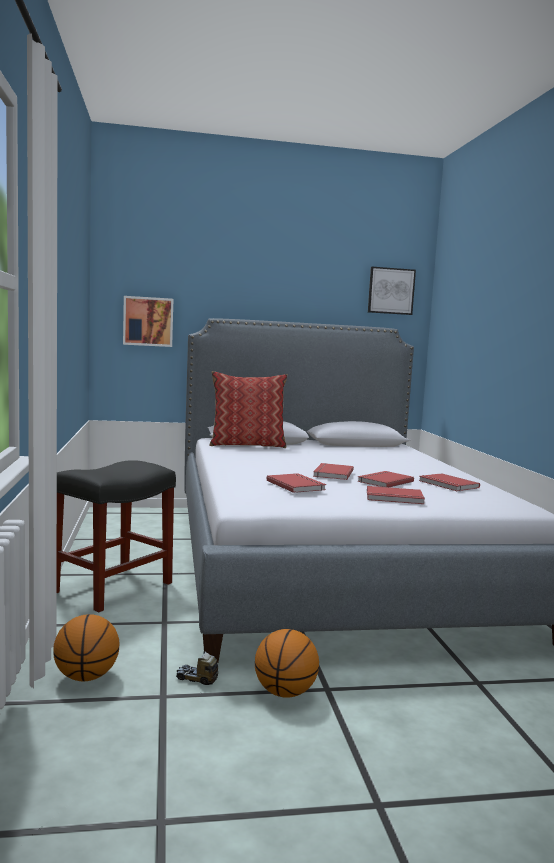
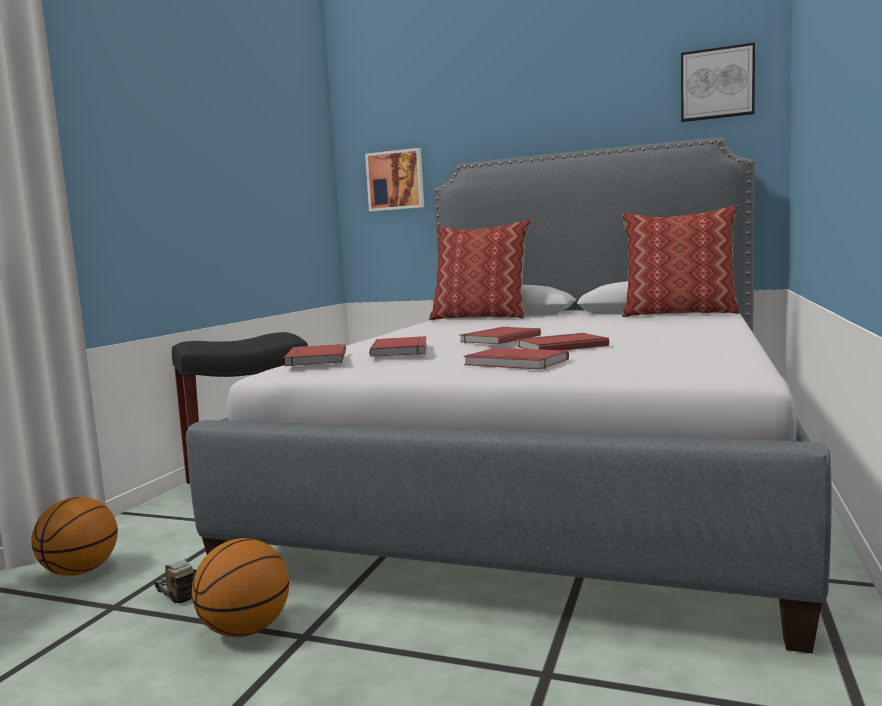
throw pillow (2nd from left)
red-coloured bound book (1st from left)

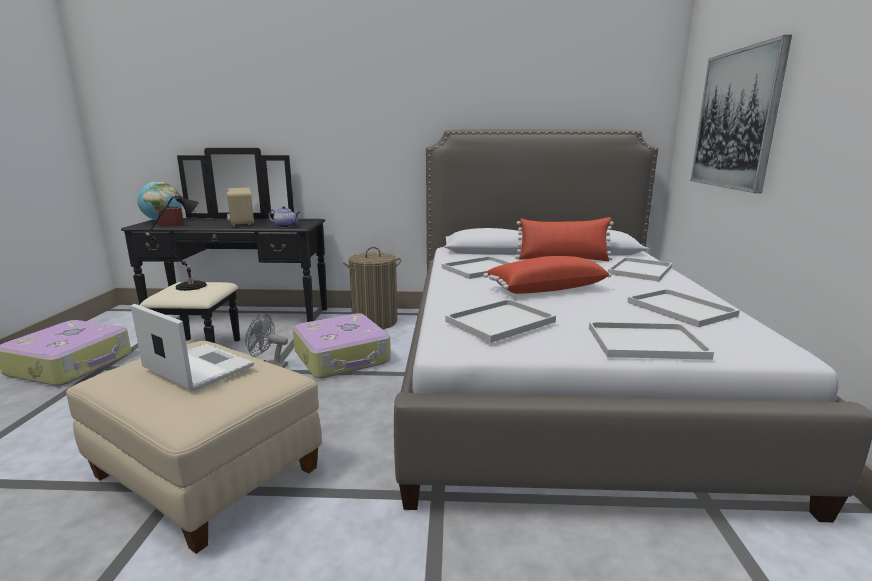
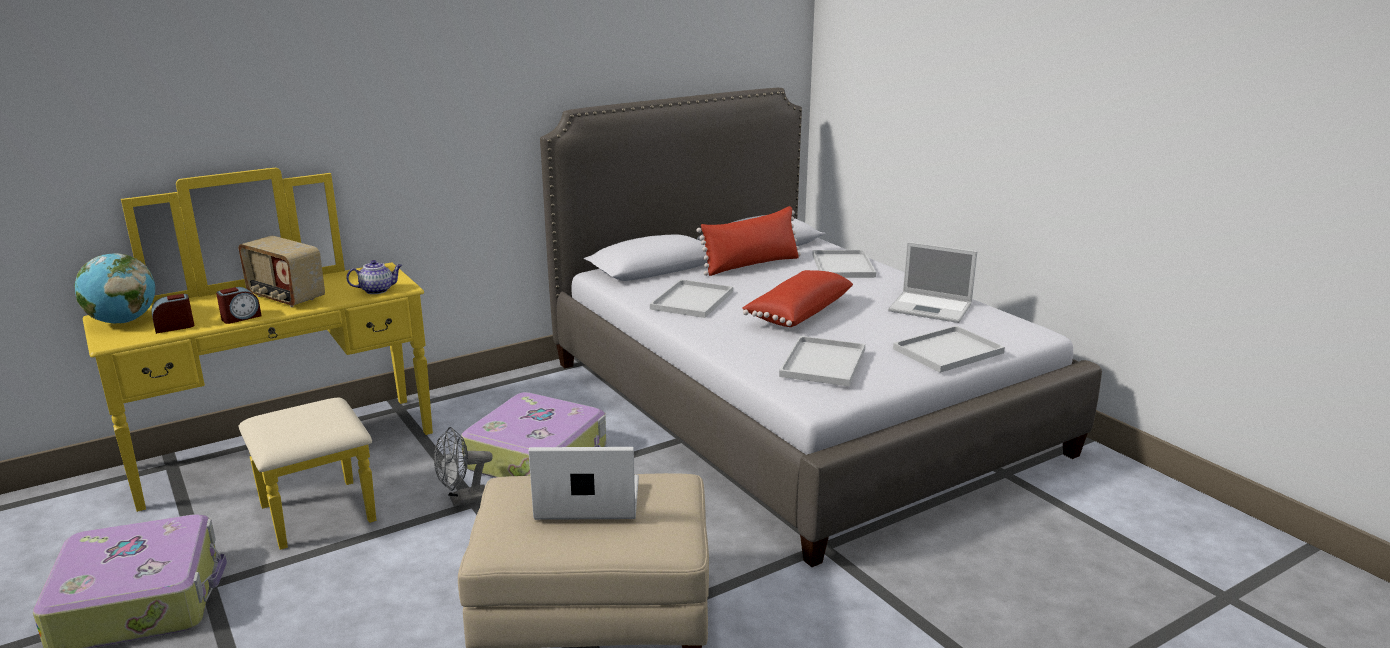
blackish lamp for a table
laundry basket
wall art
table clock (2nd from left)
portable computer (2nd from left)
yellow drawer chest

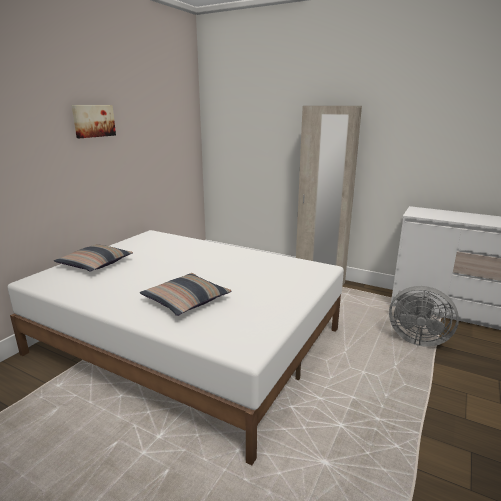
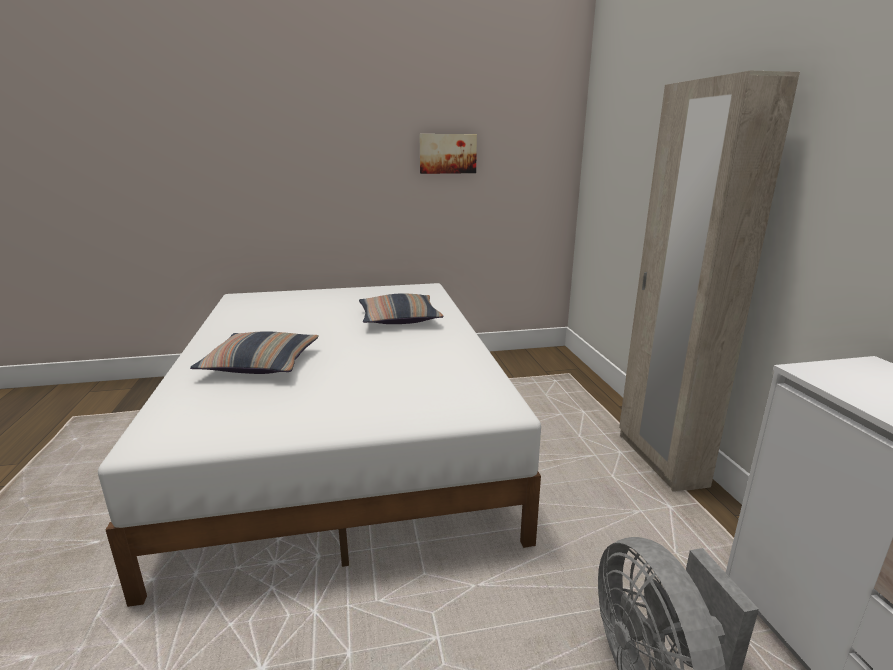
throw pillow (2nd from left)
wall art

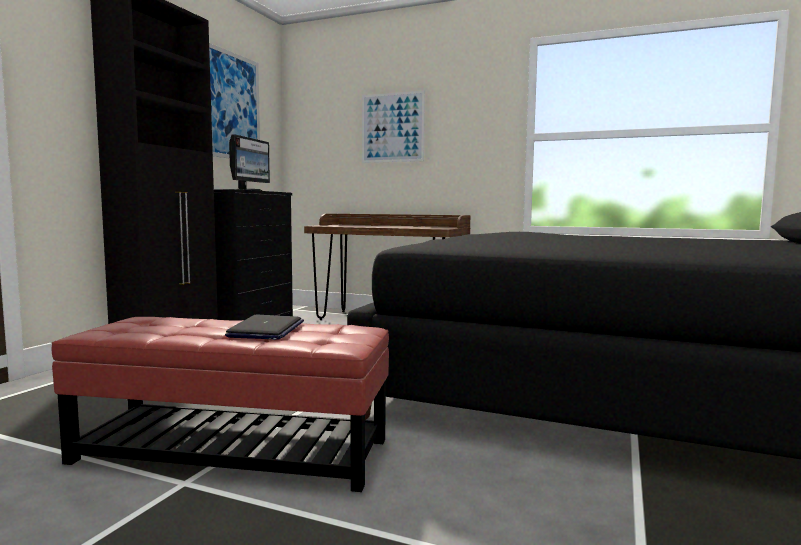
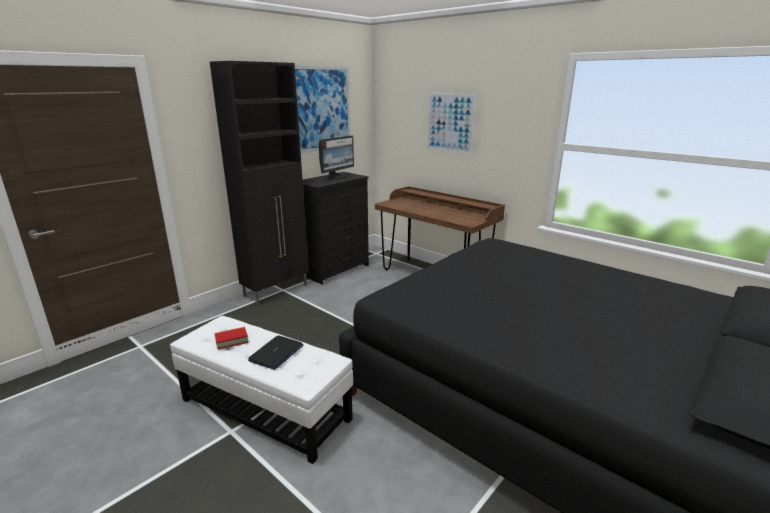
bound book
whitish pouffe

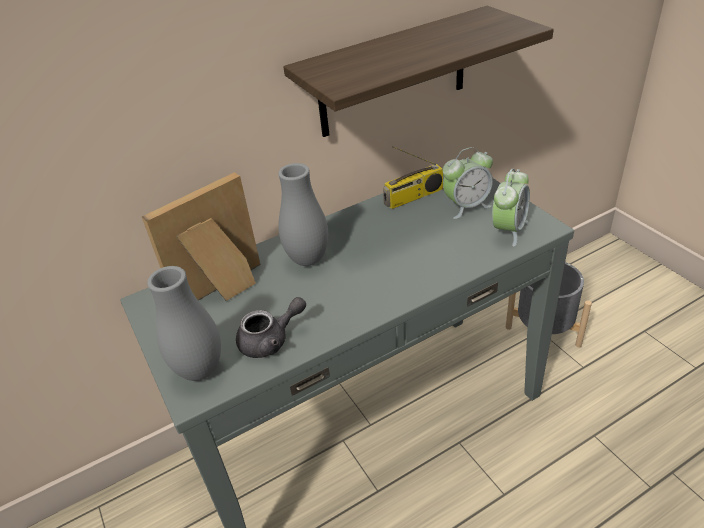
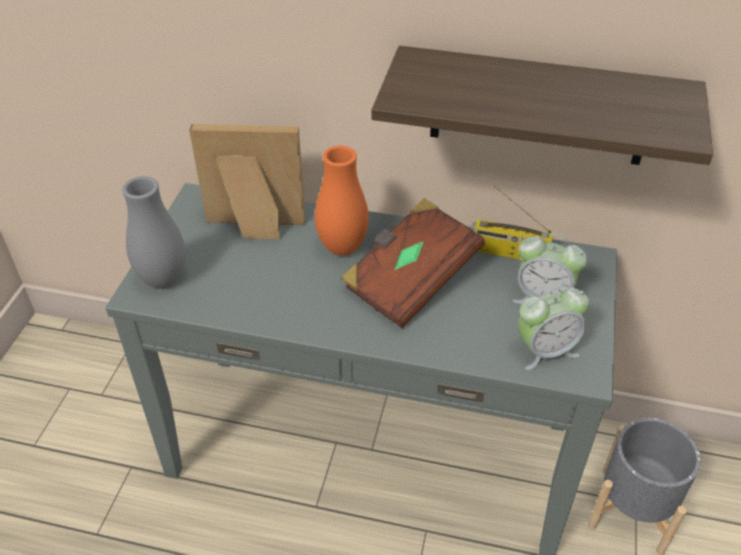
greyish pot for tea
brownish bound book
orange flower vase

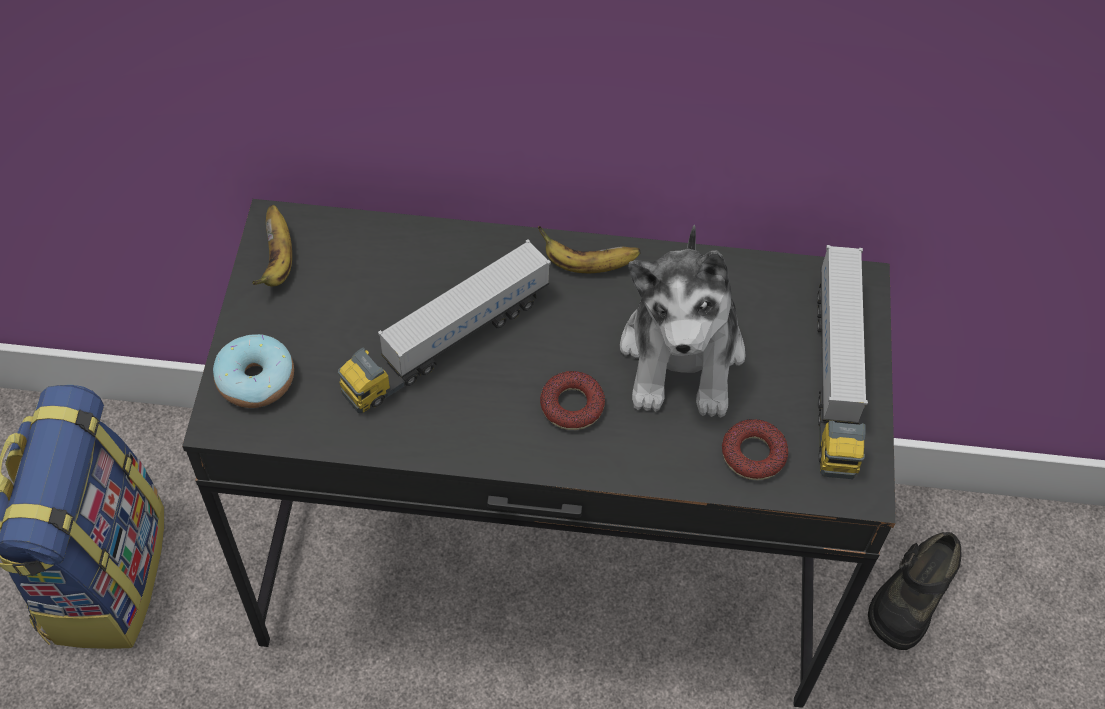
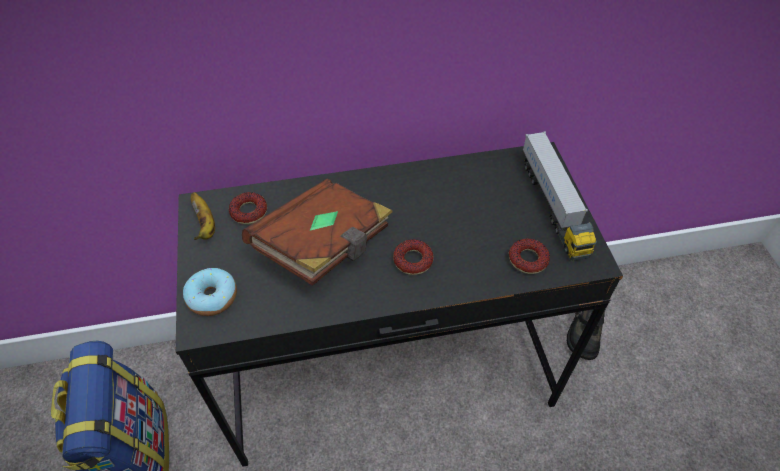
banana (2nd from left in the first image)
soft toy
doughnut (2nd from left)
brownish bound book

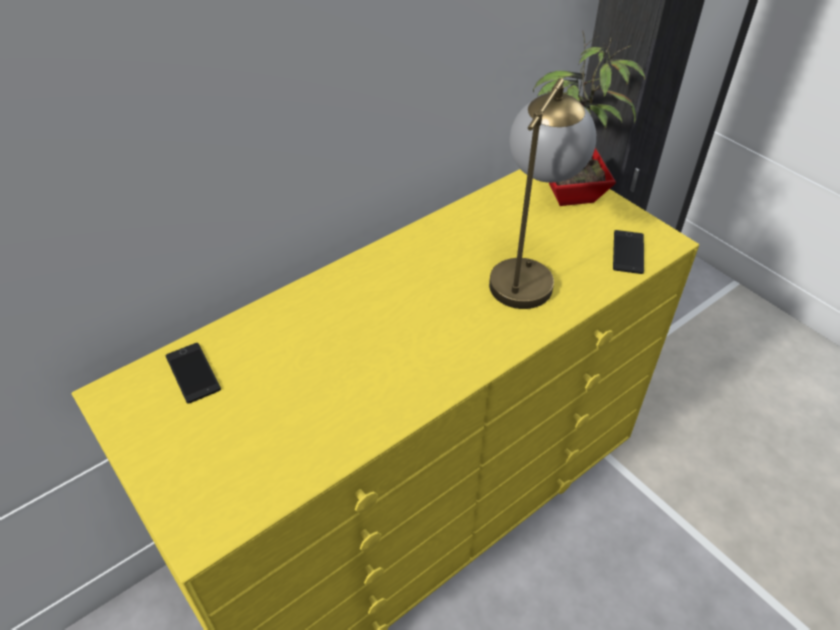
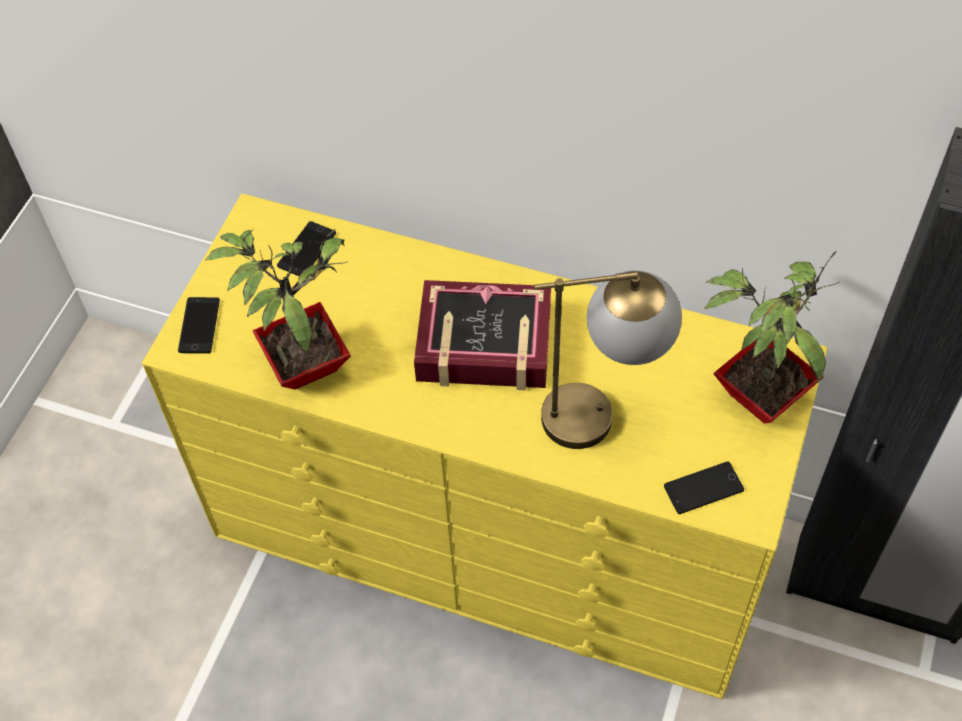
telephone (1st from left)
houseplant (1st from left)
bound book

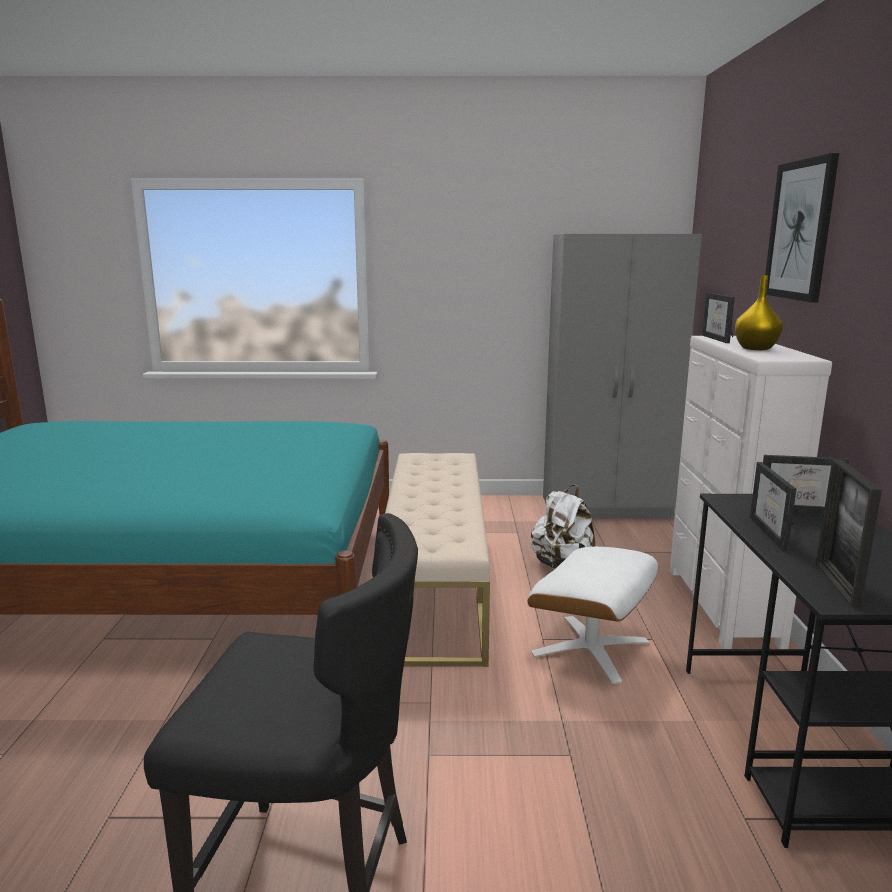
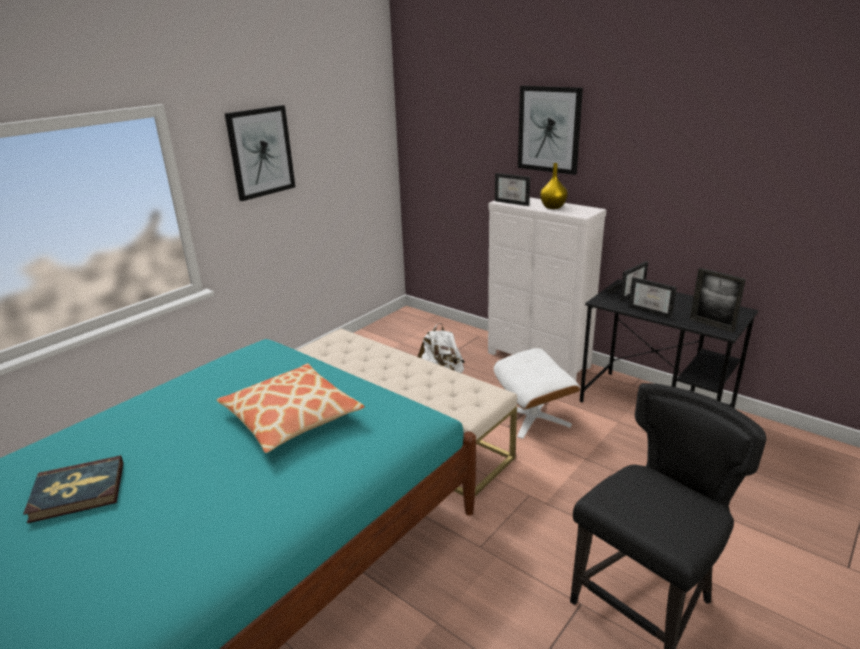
greyish wardrobe
bound book
throw pillow
wall art (1st from left)

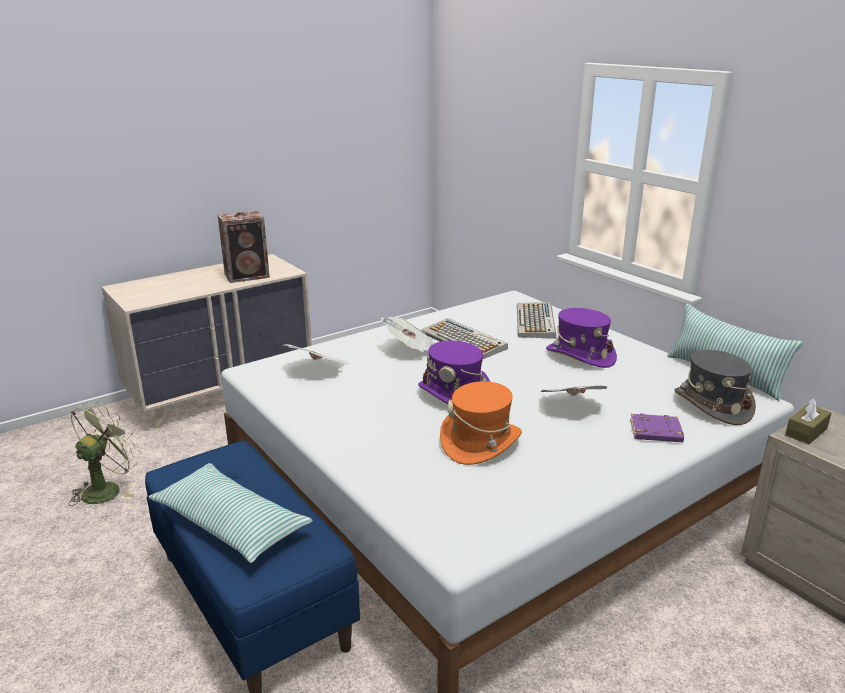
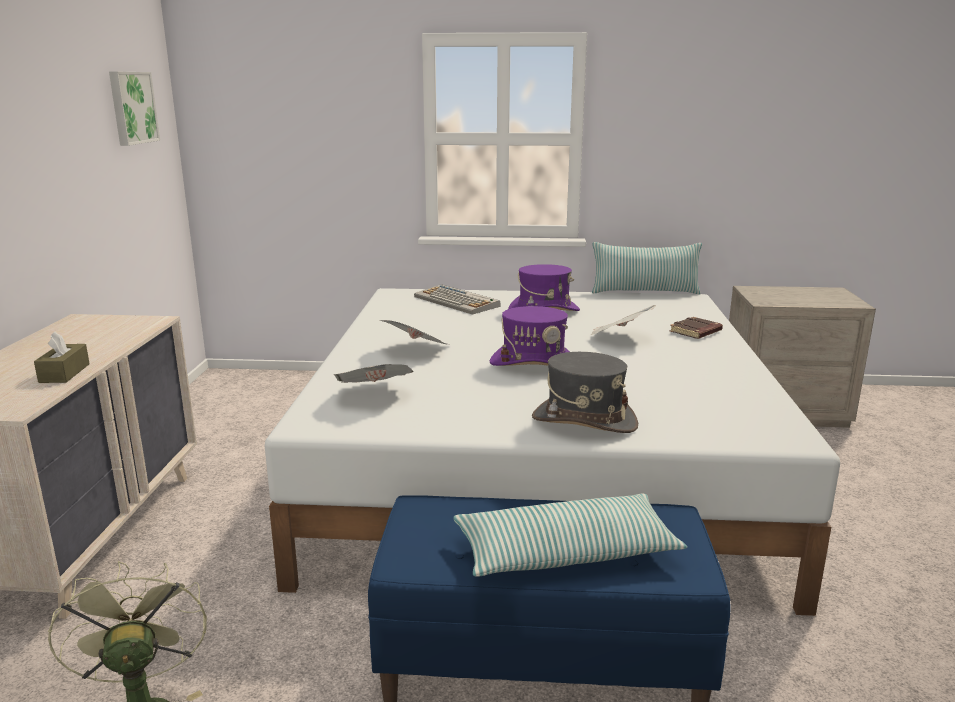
audio speaker
computer keyboard (1st from left in the first image)
orange clothing hat
wall art
greyish clothing hat
brownish box of tissues
brownish bound book

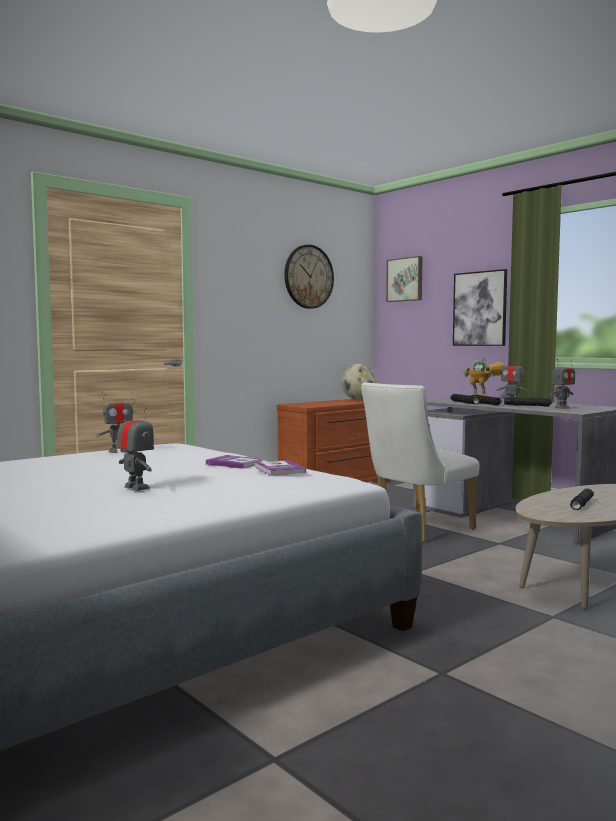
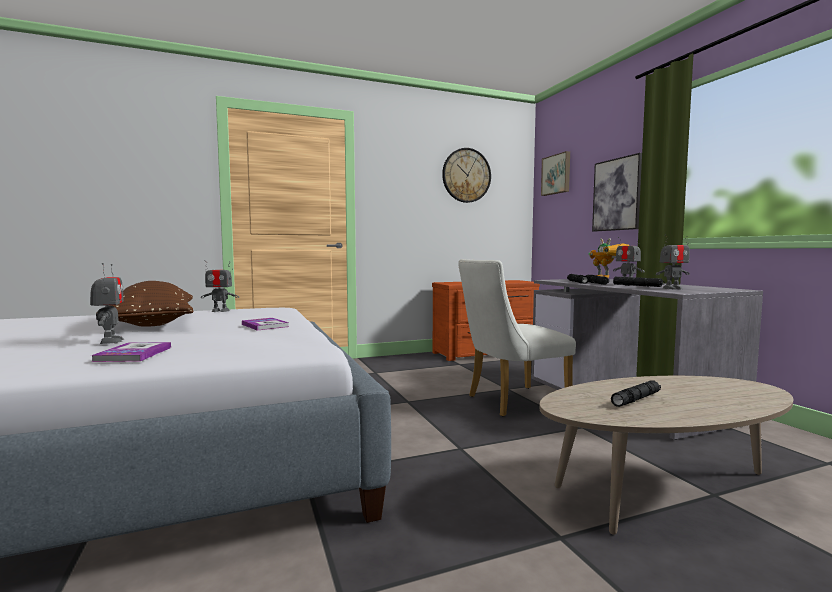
globe
brownish throw pillow
bound book (1st from left)

